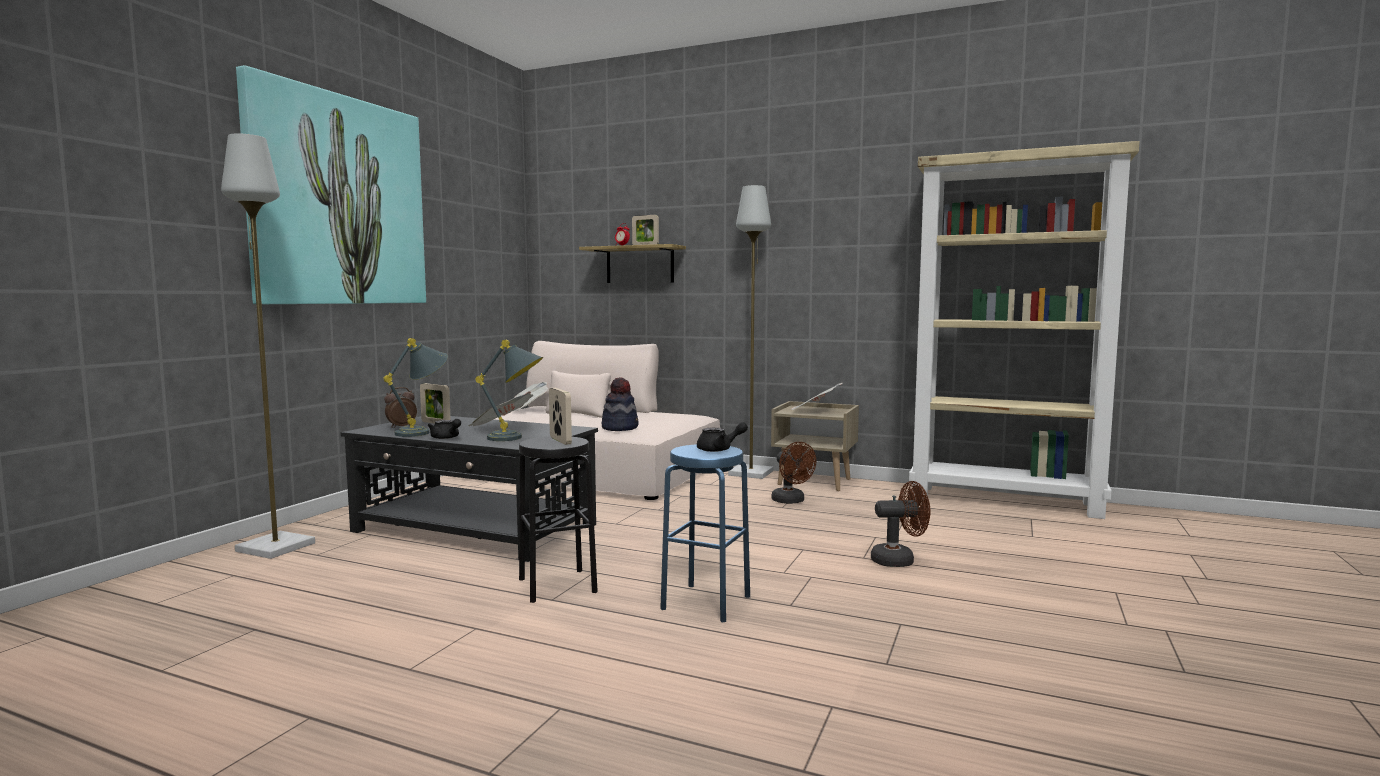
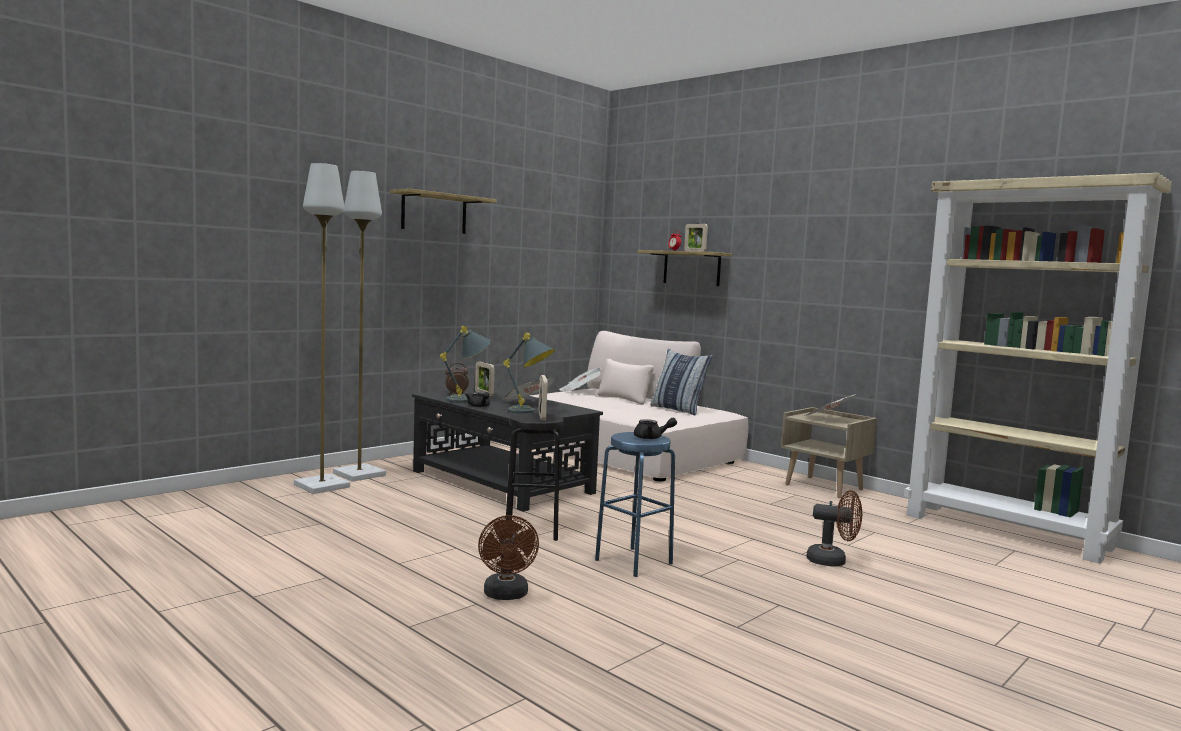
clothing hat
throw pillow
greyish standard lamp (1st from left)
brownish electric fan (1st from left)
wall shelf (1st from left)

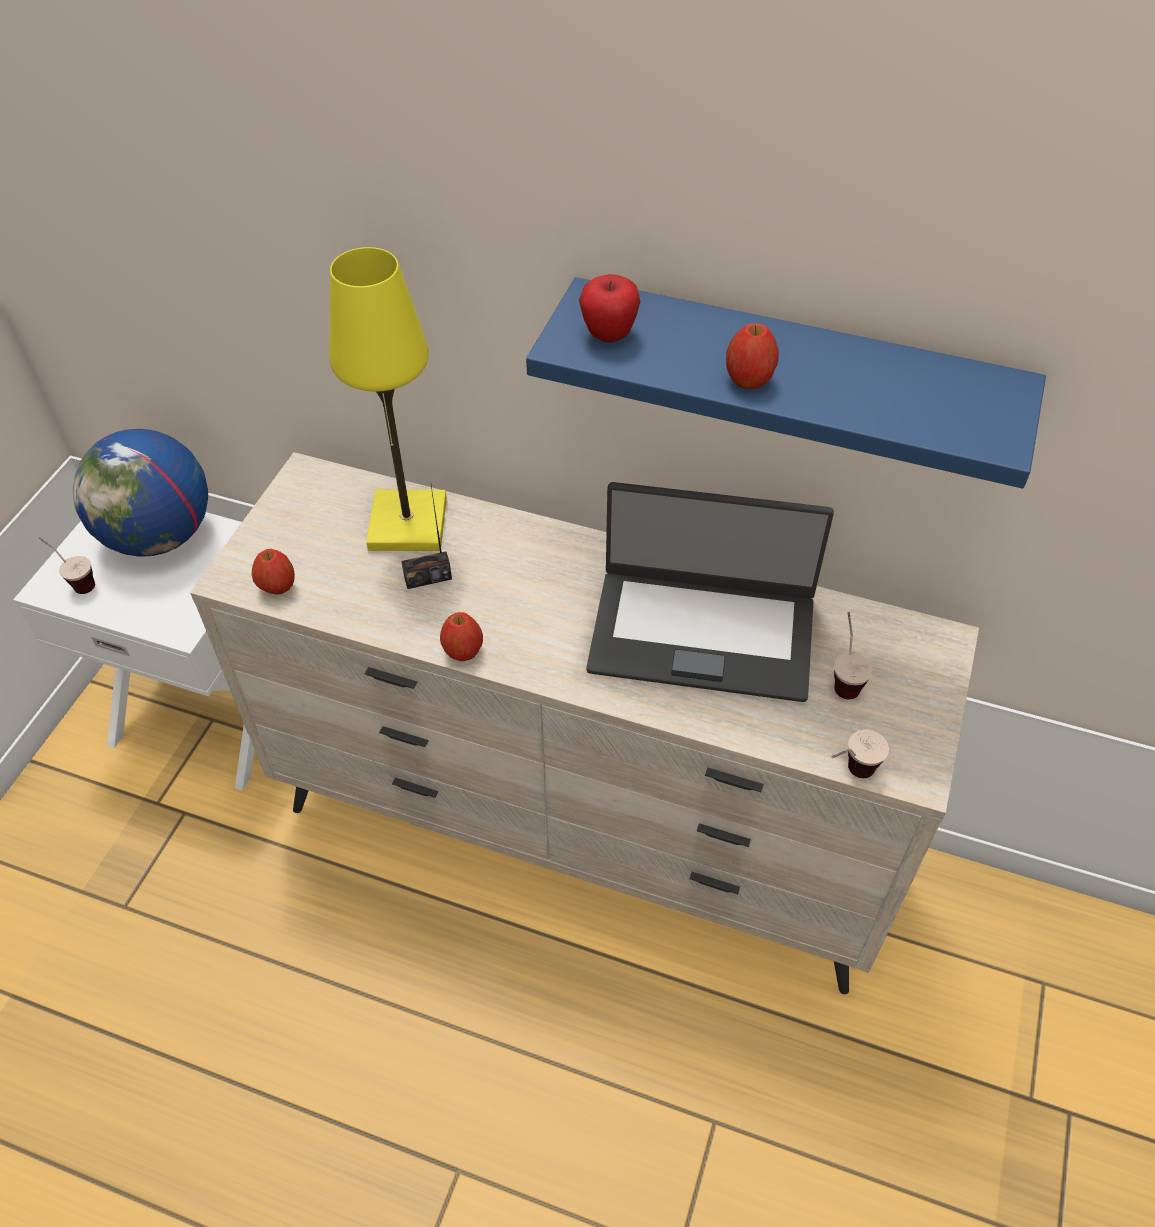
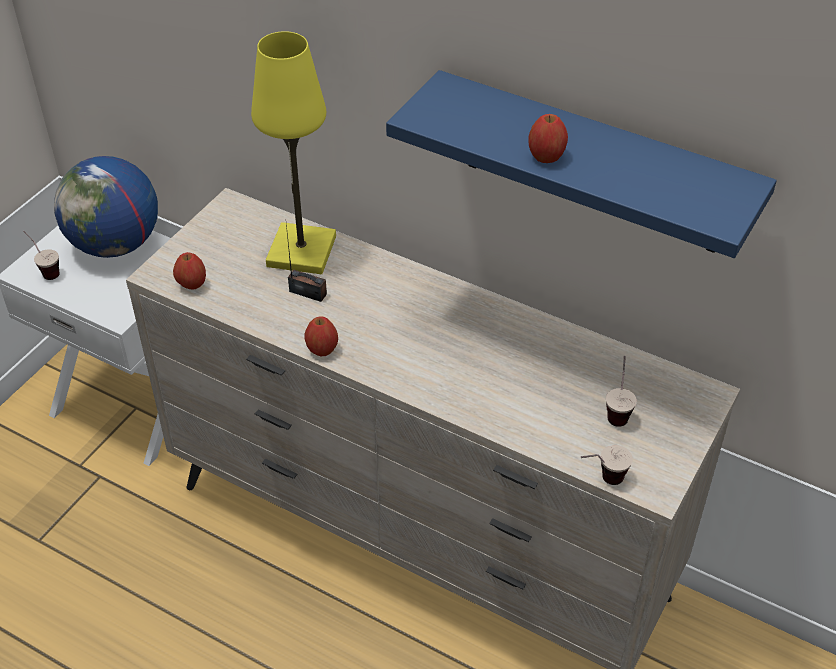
apple (3rd from left in the first image)
portable computer
radio

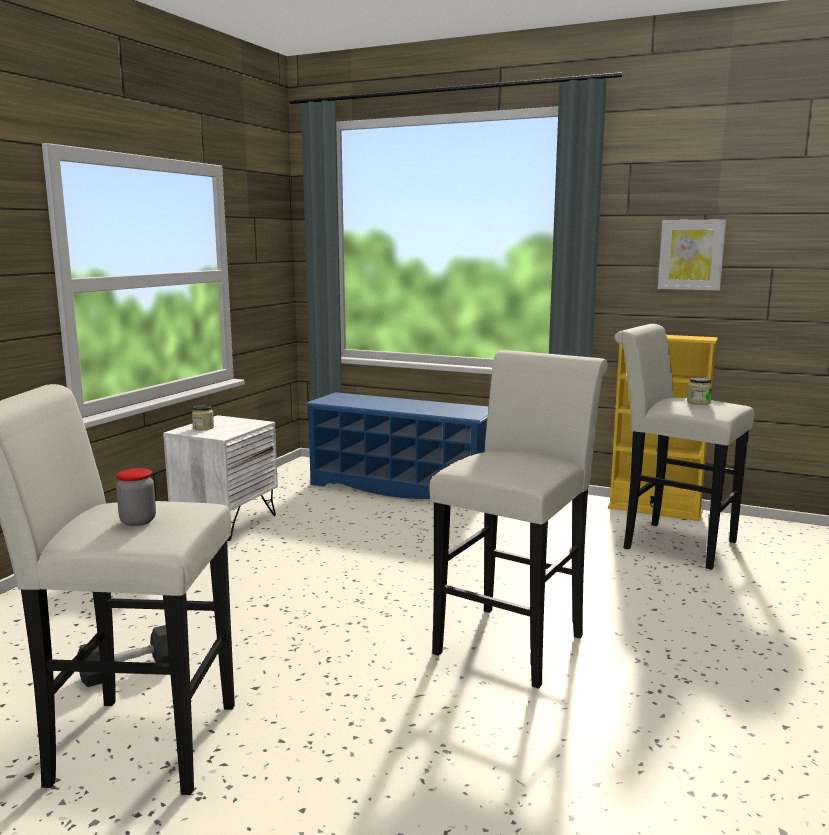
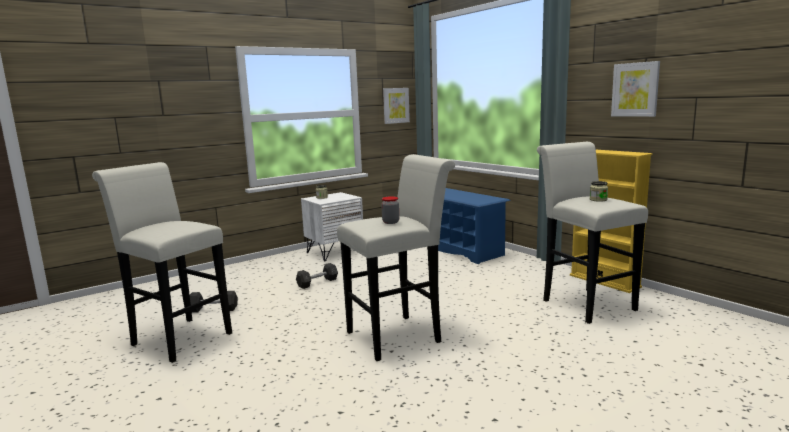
greyish dumbbell (2nd from left)
wall art (1st from left)
jar (2nd from left)

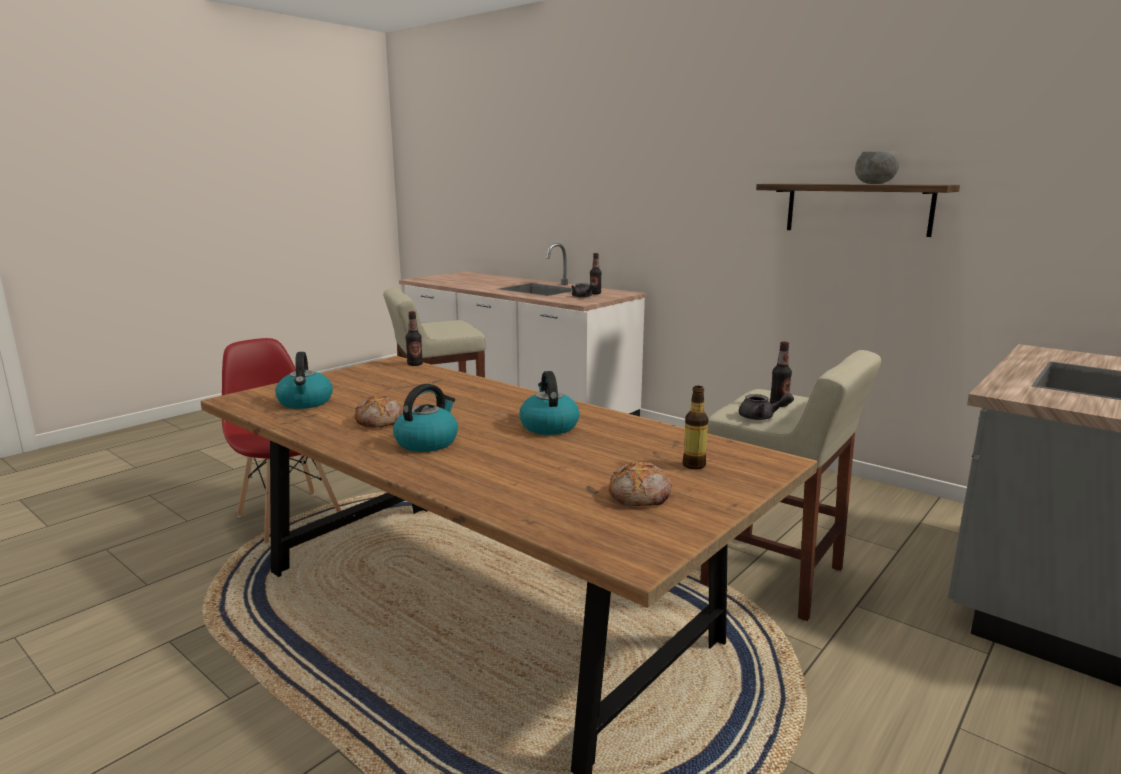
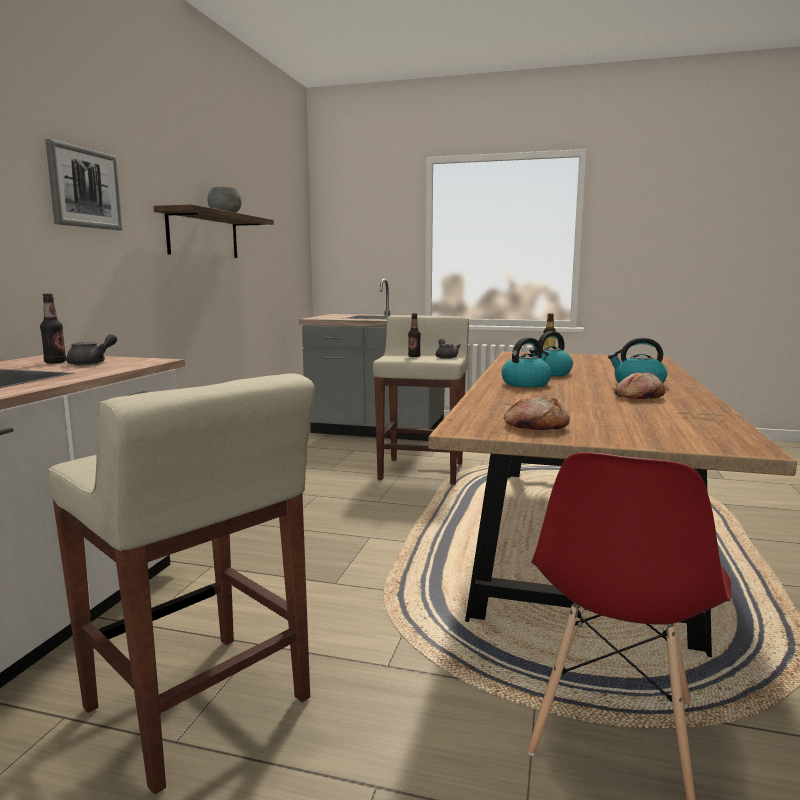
bottle (1st from left in the first image)
wall art
water kettle (1st from left)
bakery bread (1st from left)

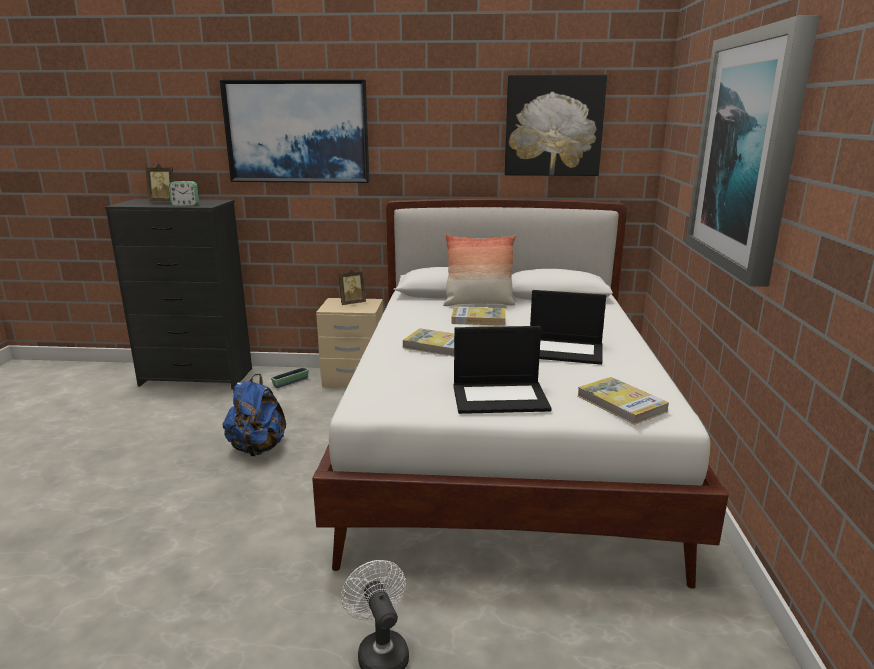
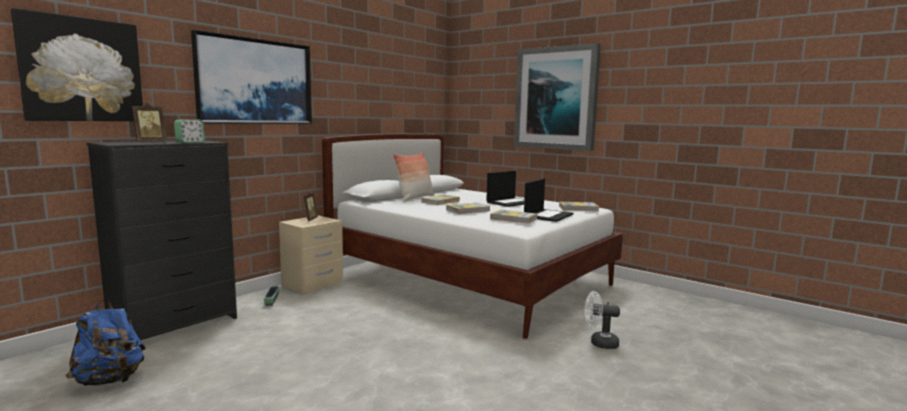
bound book (3rd from left)
bluish backpack
wall art (1st from left)

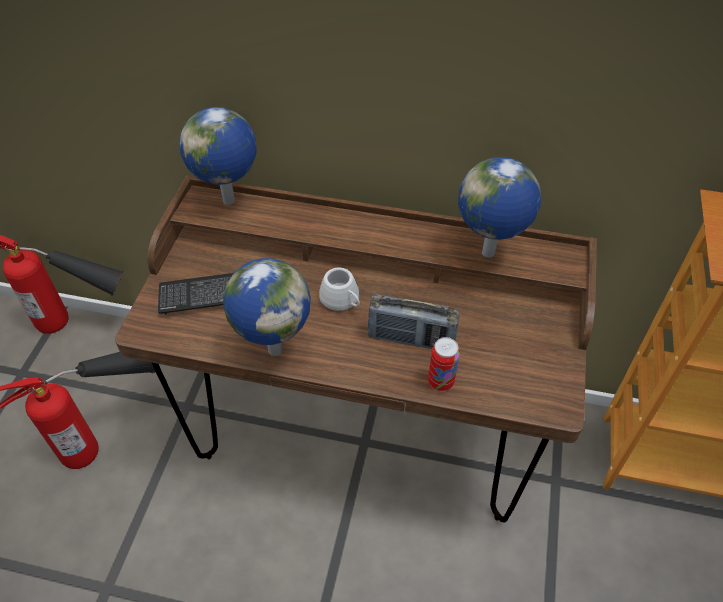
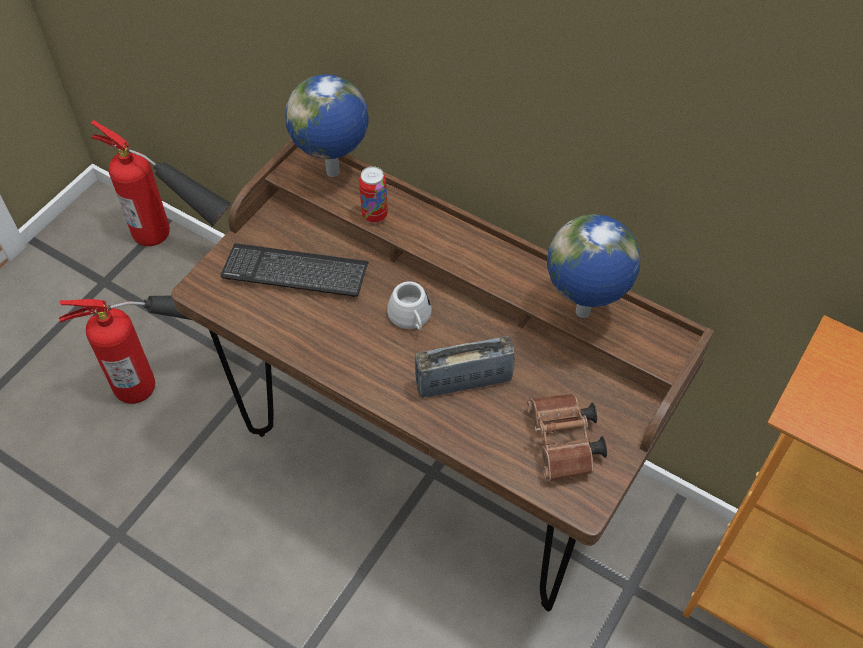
globe (2nd from left in the first image)
brownish pair of binoculars
can
radio

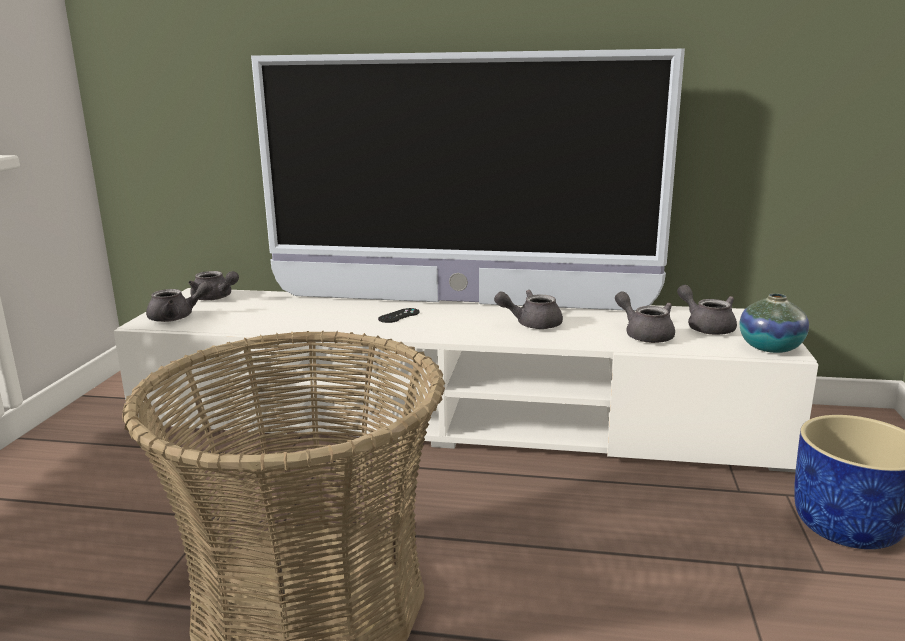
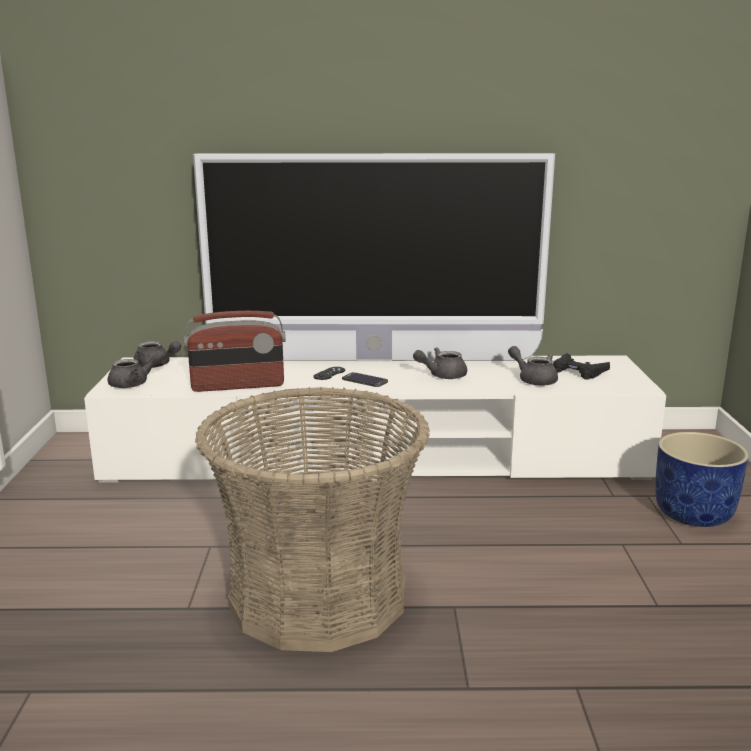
flower vase
radio
telephone
blackish joypad (2nd from left)

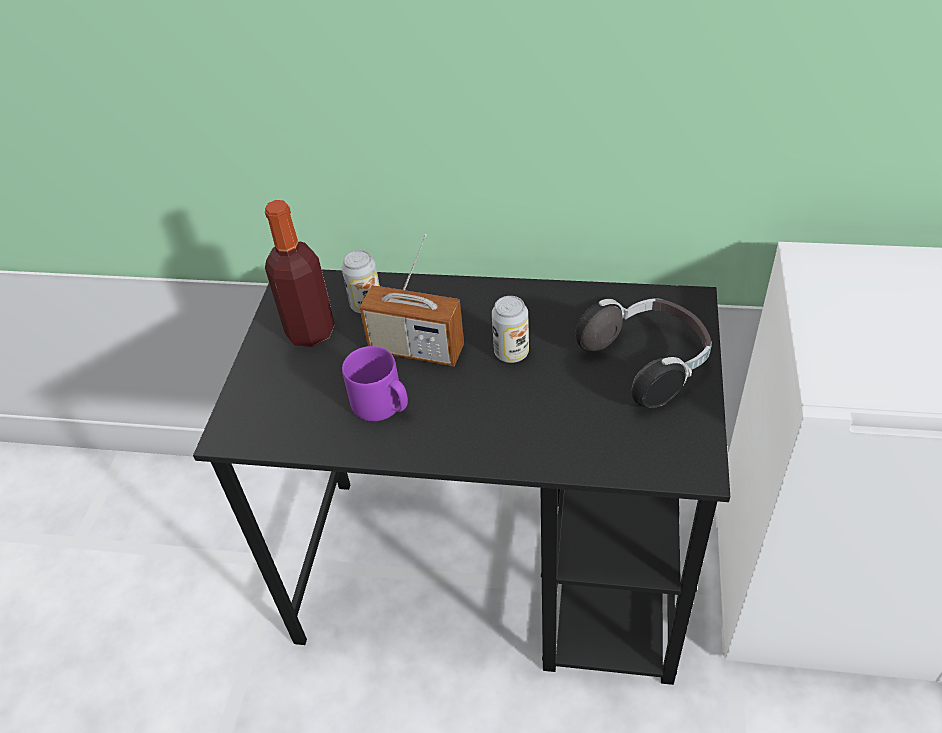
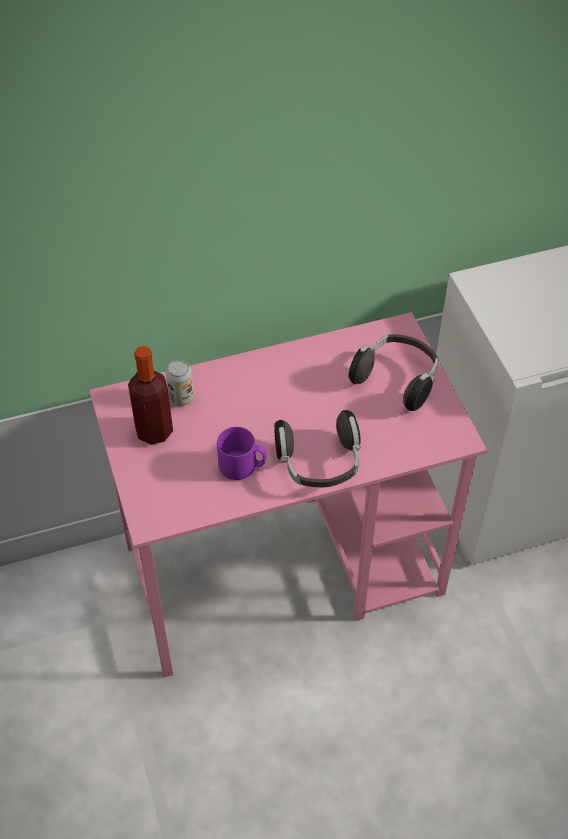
radio
can (2nd from left in the first image)
pair of headphones (1st from left)
pink desk unit

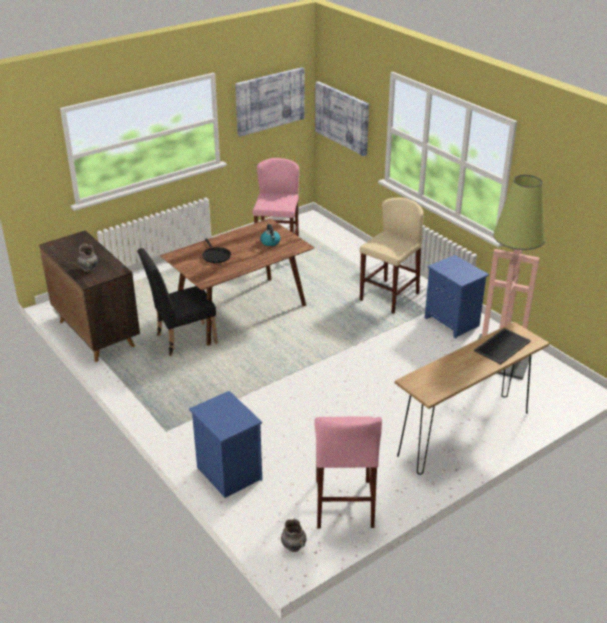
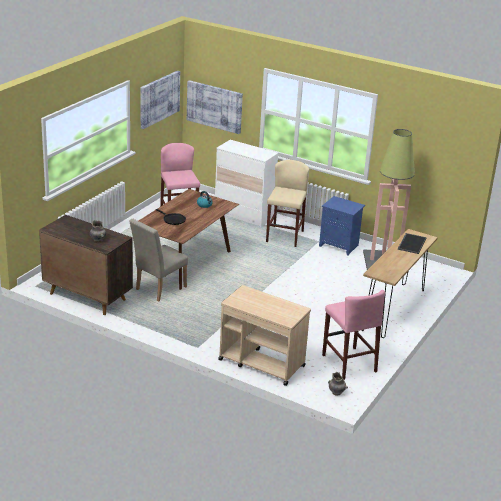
whitish drawer chest
beige wheeled cart
beige upright chair

